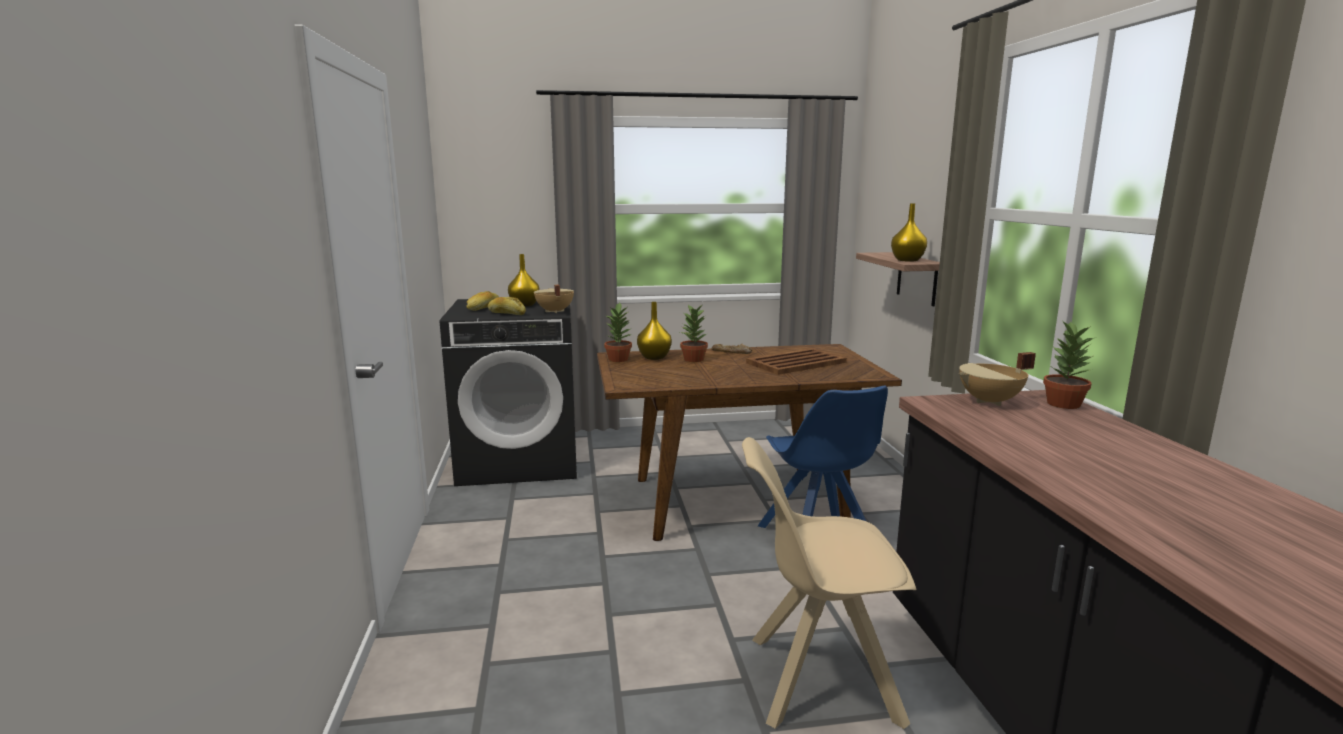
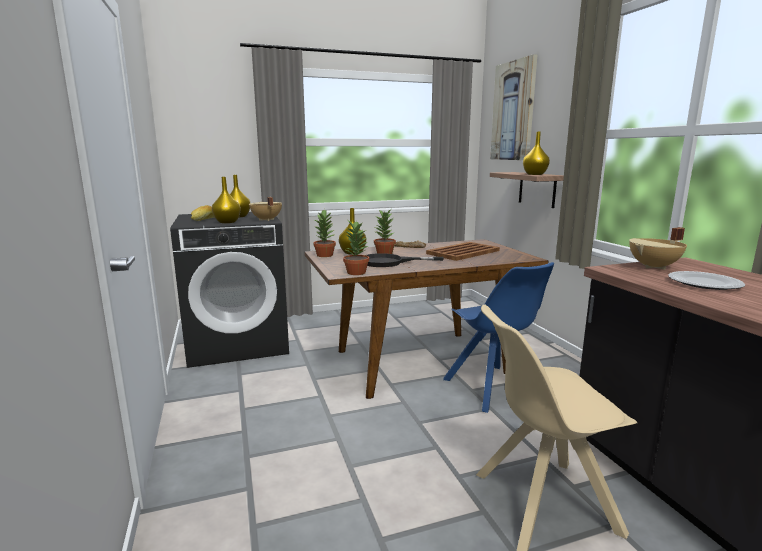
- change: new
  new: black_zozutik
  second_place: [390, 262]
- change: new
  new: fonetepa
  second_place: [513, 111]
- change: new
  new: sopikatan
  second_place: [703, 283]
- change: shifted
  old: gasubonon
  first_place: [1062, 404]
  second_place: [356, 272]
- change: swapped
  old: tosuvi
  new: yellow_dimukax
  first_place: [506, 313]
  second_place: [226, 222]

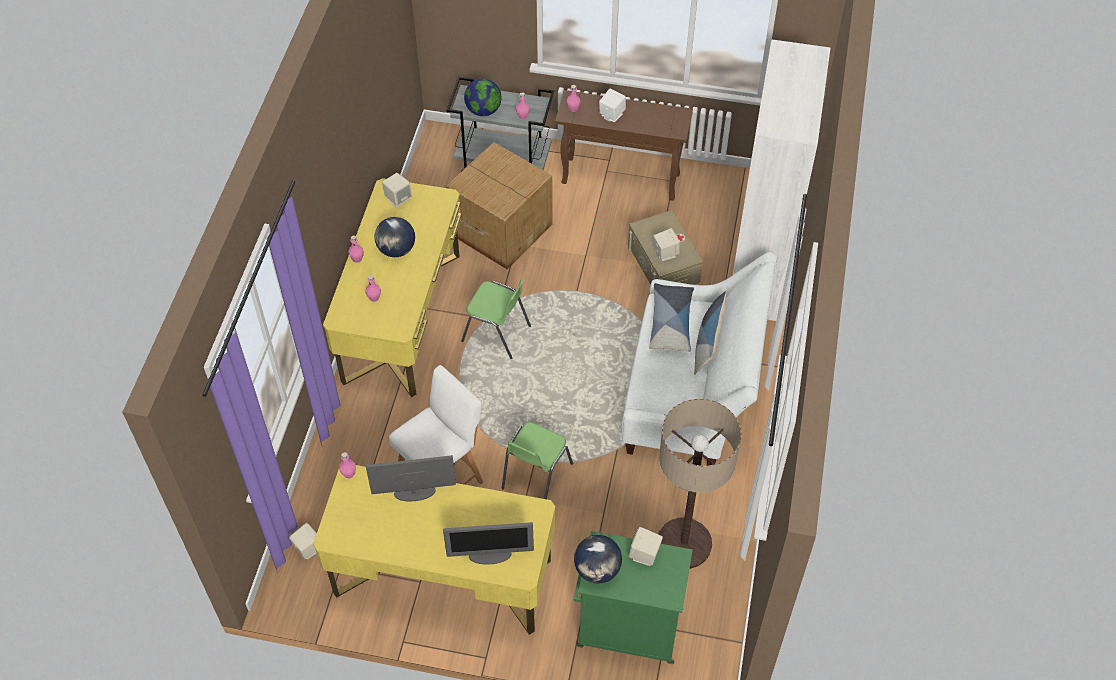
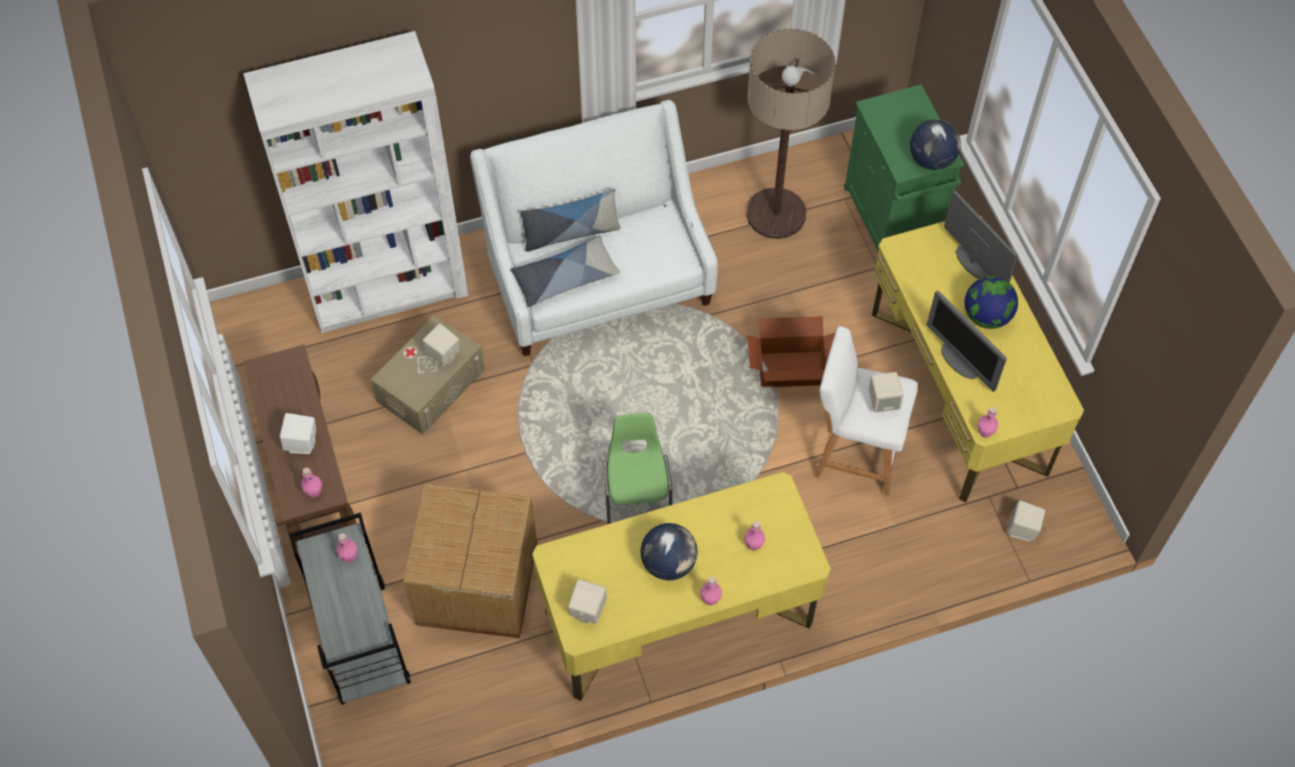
- change: shifted
  old: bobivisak
  first_place: [483, 110]
  second_place: [986, 316]
- change: shifted
  old: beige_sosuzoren
  first_place: [644, 555]
  second_place: [883, 402]
- change: swapped
  old: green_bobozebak
  new: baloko
  first_place: [535, 476]
  second_place: [791, 370]

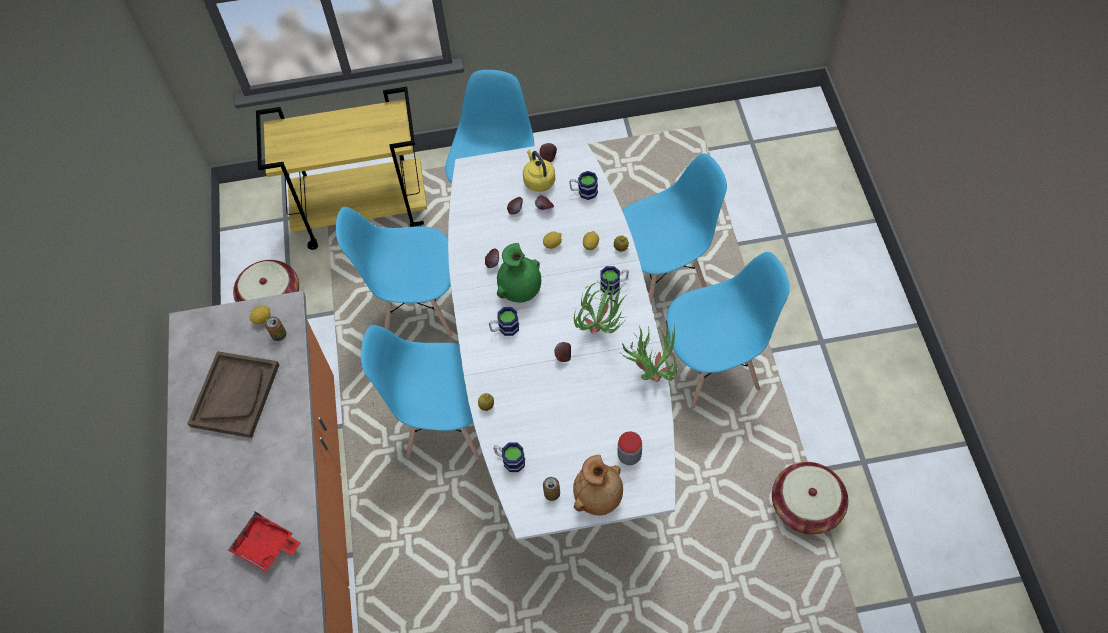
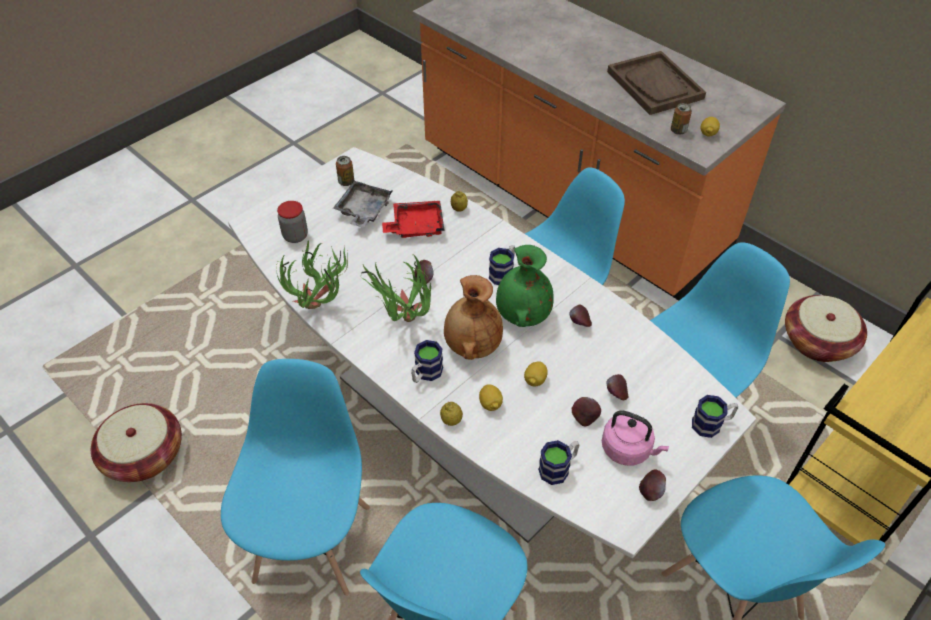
- change: new
  new: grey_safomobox
  second_place: [363, 210]
- change: shifted
  old: red_safomobox
  first_place: [266, 546]
  second_place: [416, 226]
- change: shifted
  old: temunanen
  first_place: [509, 460]
  second_place: [712, 424]
- change: shifted
  old: brown_dimukax
  first_place: [599, 498]
  second_place: [472, 345]
- change: repainted
  old: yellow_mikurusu
  new: pink_mikurusu
  first_place: [538, 180]
  second_place: [628, 449]
- change: rotated
  old: blue_bobozebak
  first_place: [714, 369]
  second_place: [313, 542]
  degrees: 150

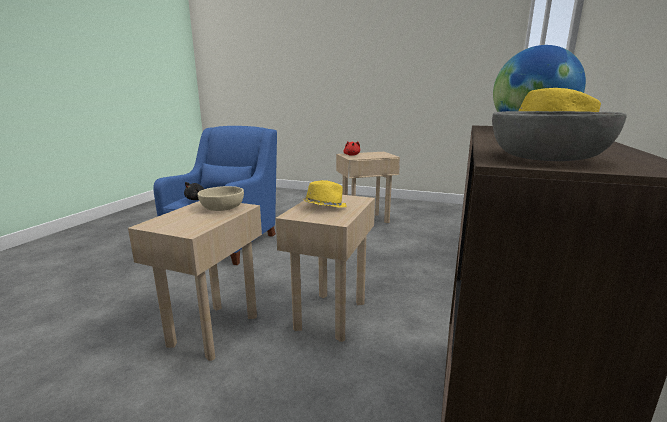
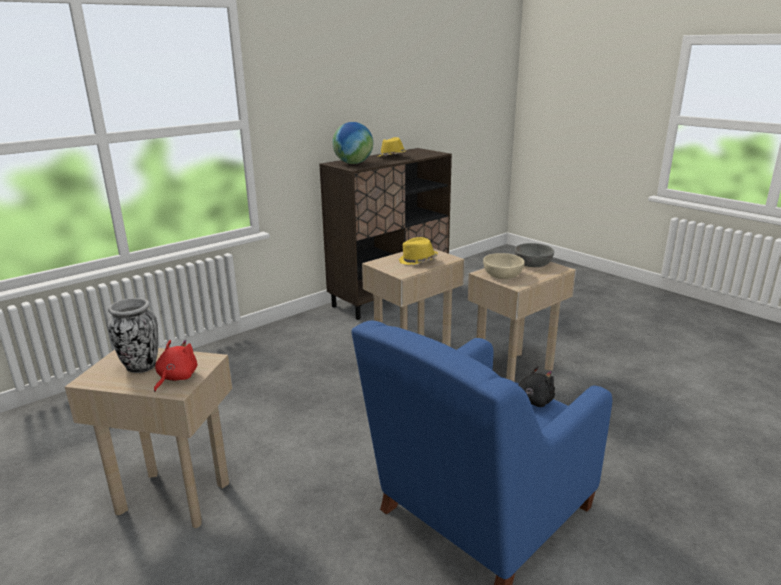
- change: new
  new: dimukax
  second_place: [141, 367]
- change: shifted
  old: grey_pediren
  first_place: [545, 158]
  second_place: [533, 264]

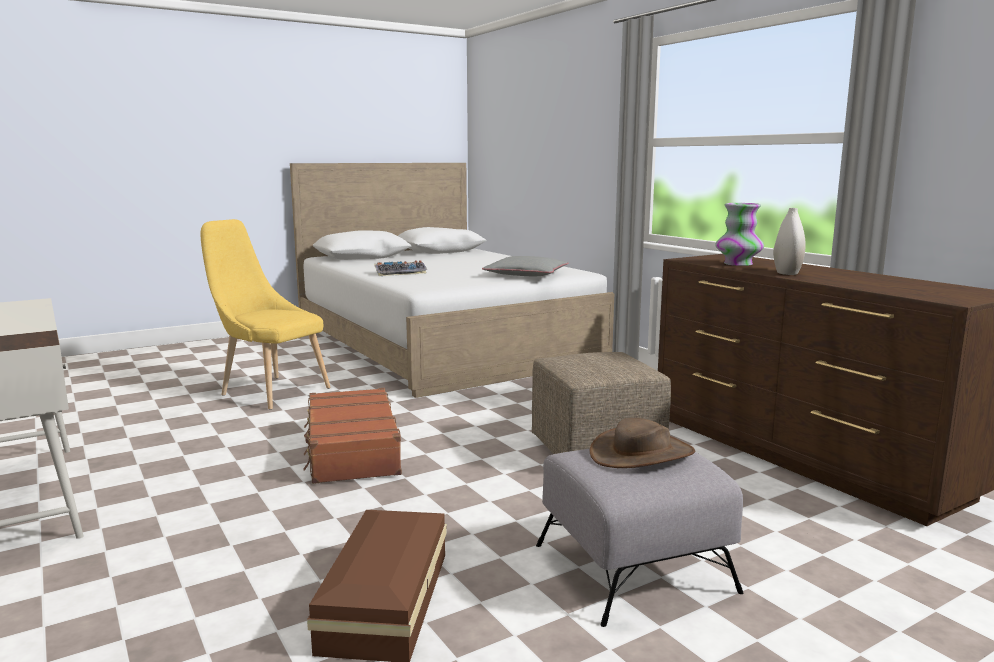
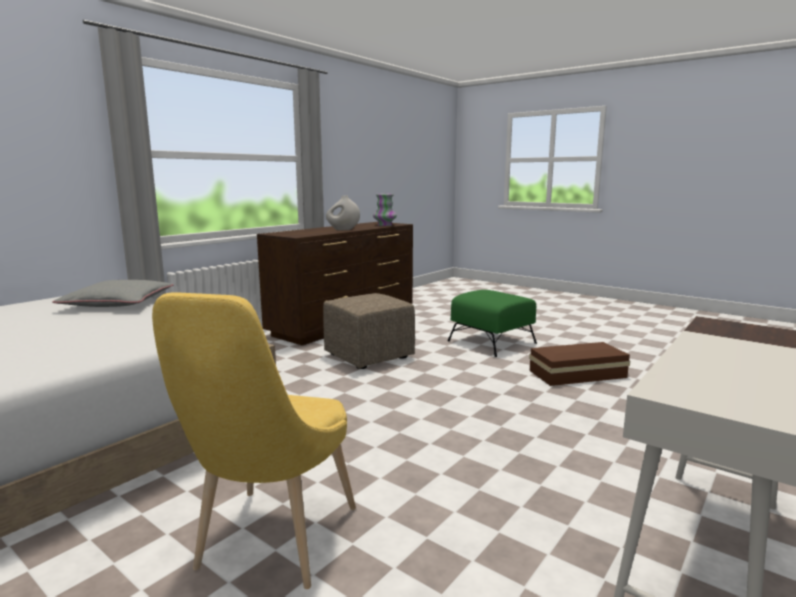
- change: gone
  old: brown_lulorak
  first_place: [351, 450]
- change: gone
  old: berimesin
  first_place: [401, 273]
- change: gone
  old: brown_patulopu
  first_place: [642, 454]
- change: shifted
  old: dimukax
  first_place: [738, 264]
  second_place: [384, 225]
- change: repainted
  old: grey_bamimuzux
  new: green_bamimuzux
  first_place: [632, 567]
  second_place: [492, 342]

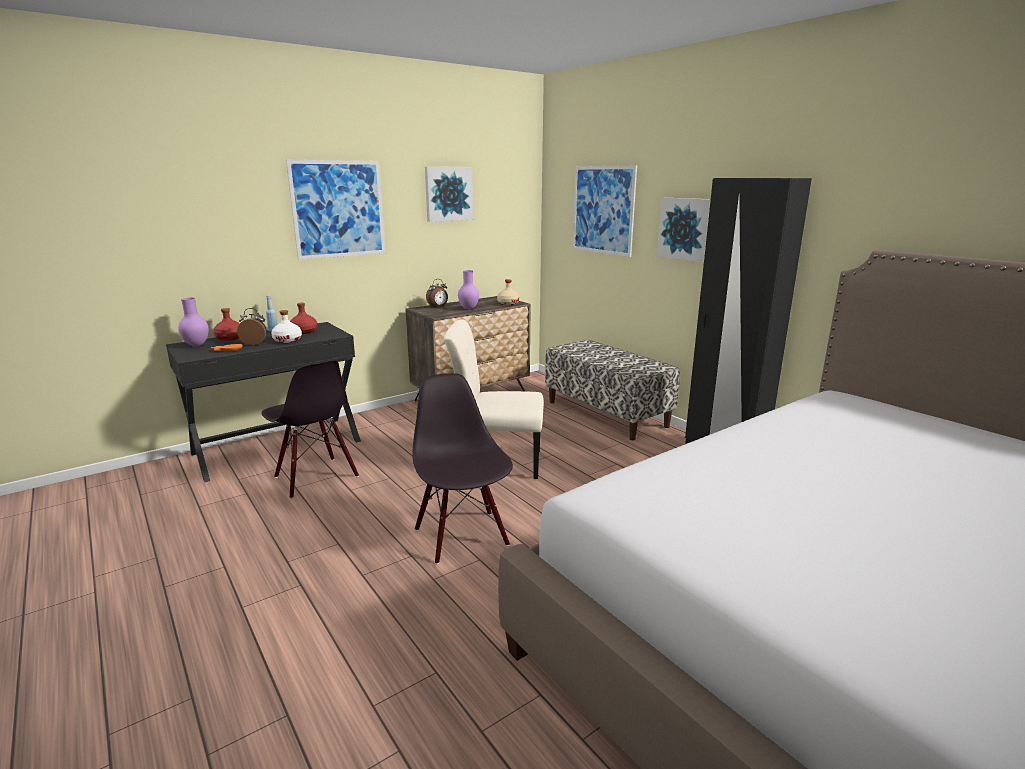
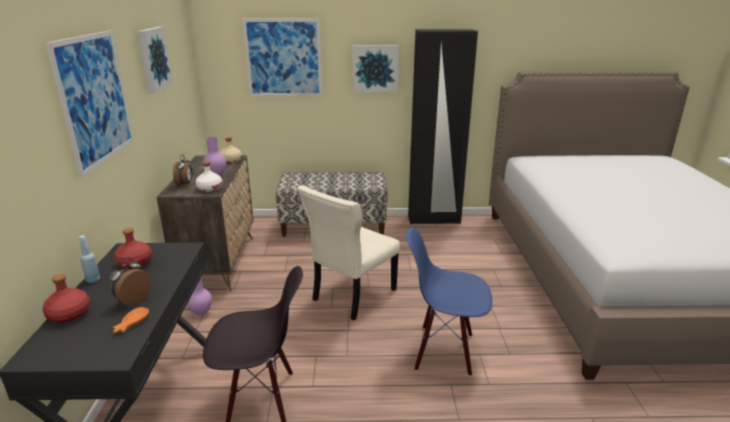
- change: shifted
  old: purple_dimukax
  first_place: [196, 345]
  second_place: [201, 312]
- change: shifted
  old: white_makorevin
  first_place: [287, 340]
  second_place: [209, 188]
- change: repainted
  old: black_bobozebak
  new: blue_bobozebak
  first_place: [462, 536]
  second_place: [444, 351]

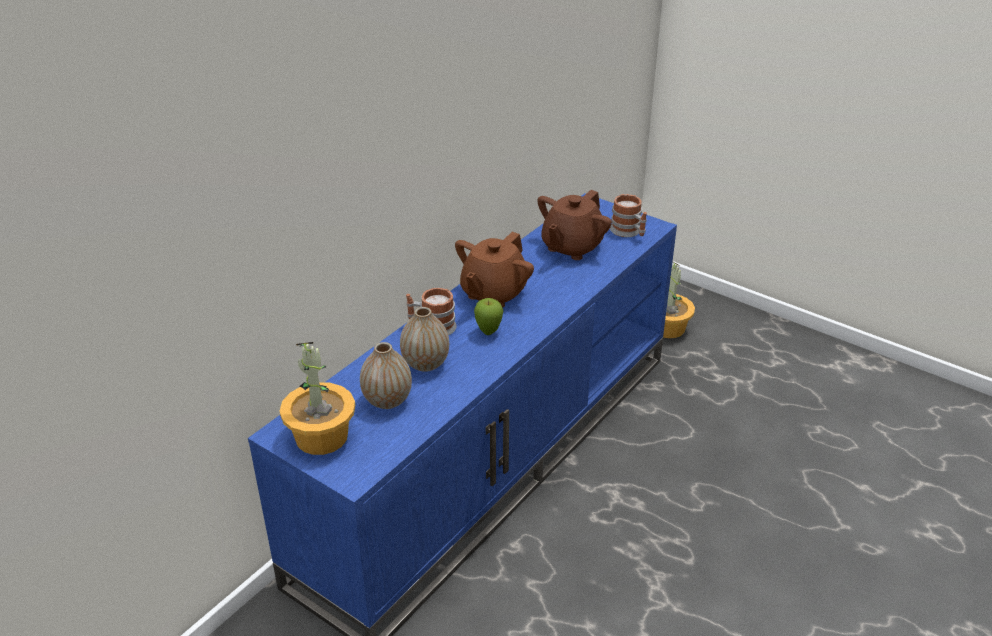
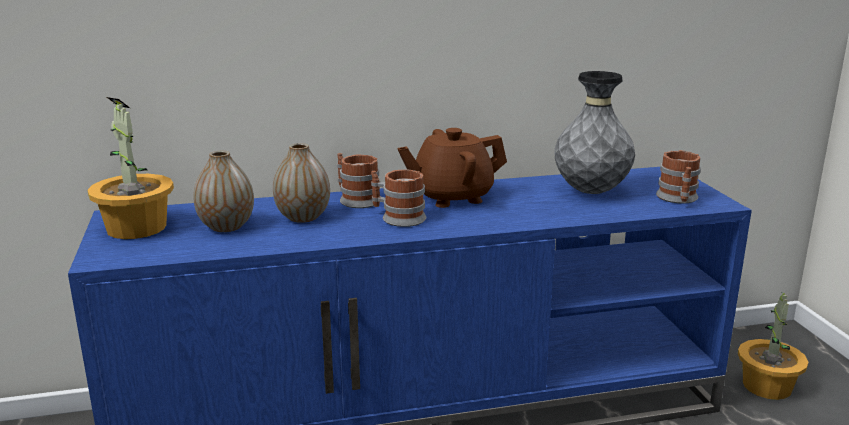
- change: swapped
  old: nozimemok
  new: temunanen
  first_place: [488, 332]
  second_place: [397, 217]
- change: swapped
  old: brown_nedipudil
  new: grey_dimukax
  first_place: [571, 247]
  second_place: [591, 192]

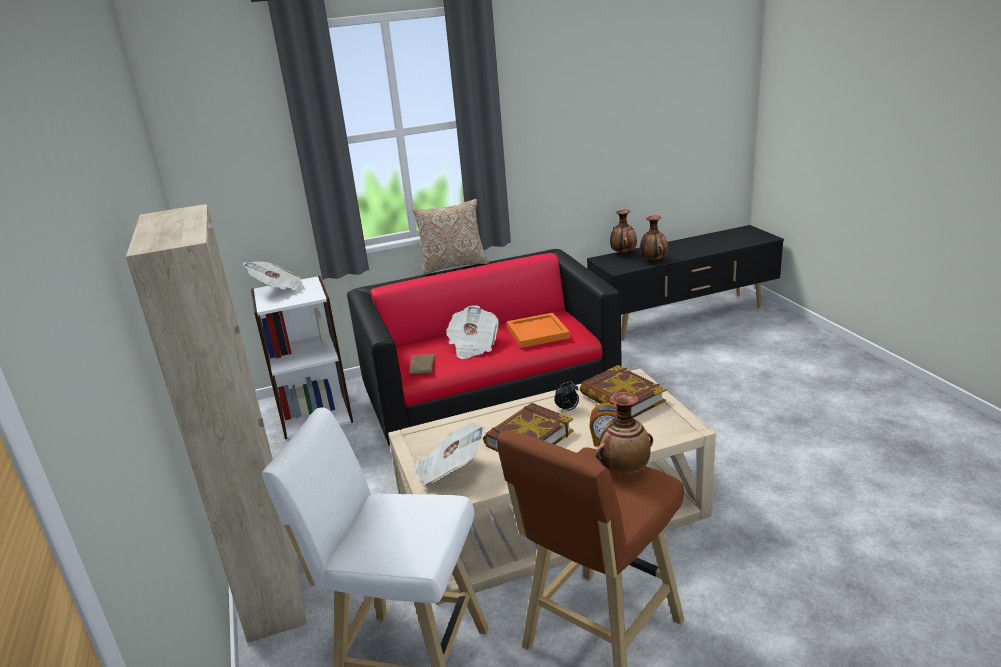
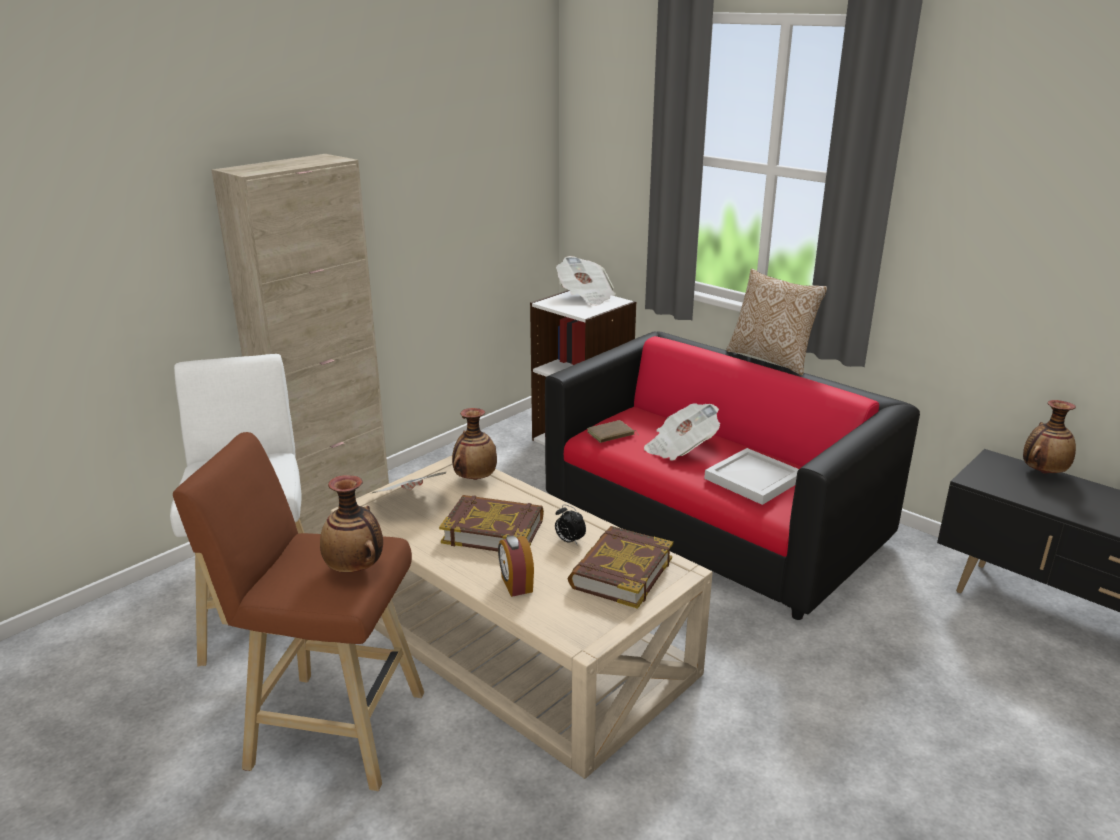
- change: shifted
  old: dimukax
  first_place: [653, 261]
  second_place: [475, 478]
- change: repainted
  old: orange_safomobox
  new: white_safomobox
  first_place: [536, 332]
  second_place: [753, 478]

